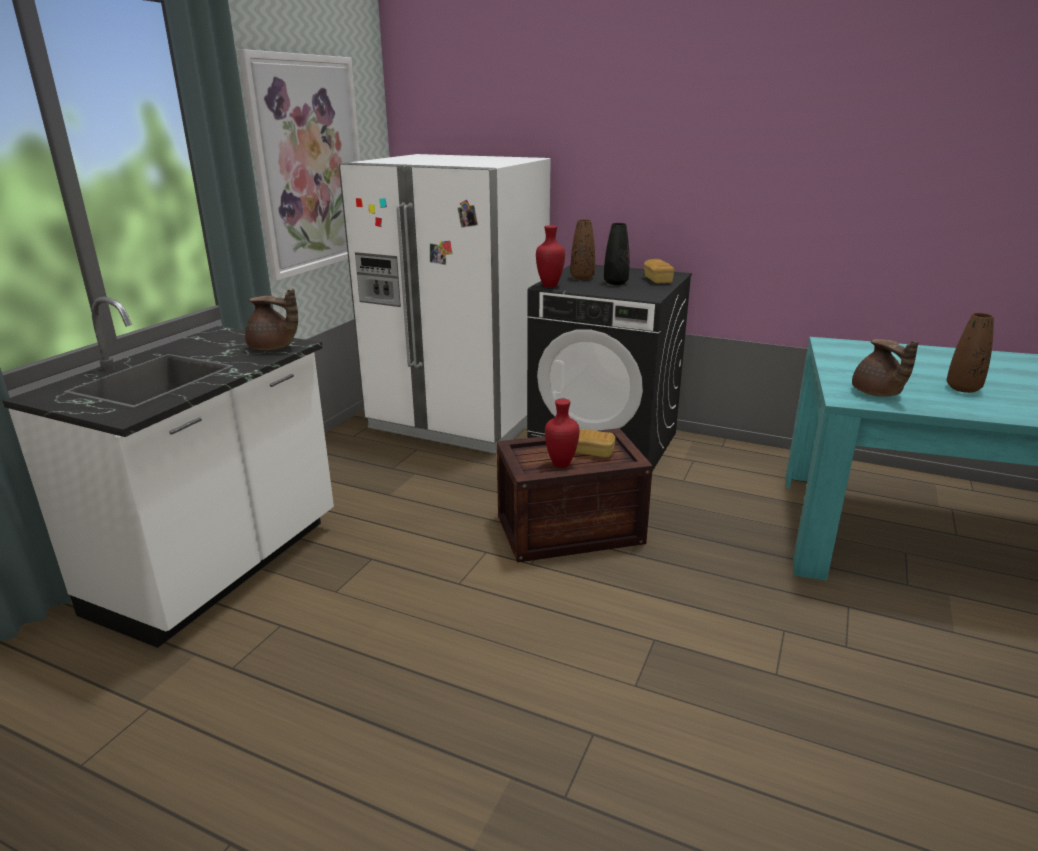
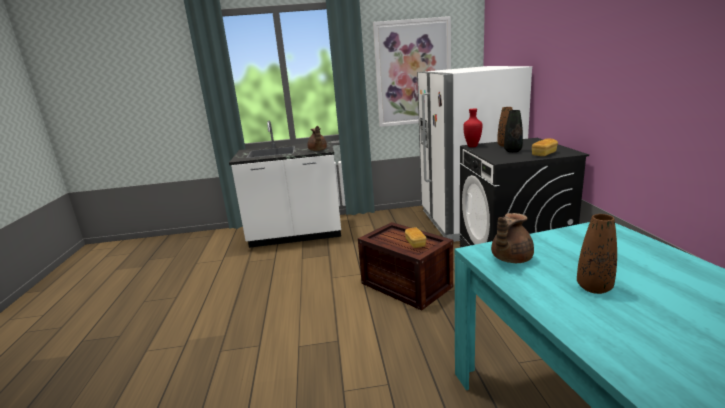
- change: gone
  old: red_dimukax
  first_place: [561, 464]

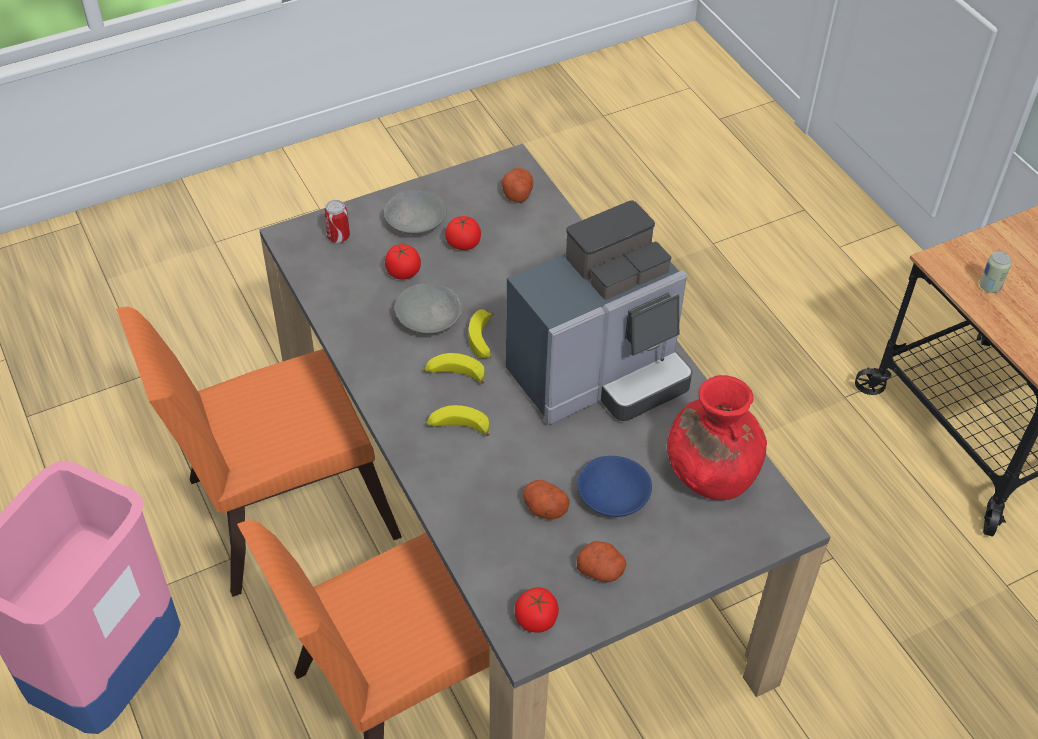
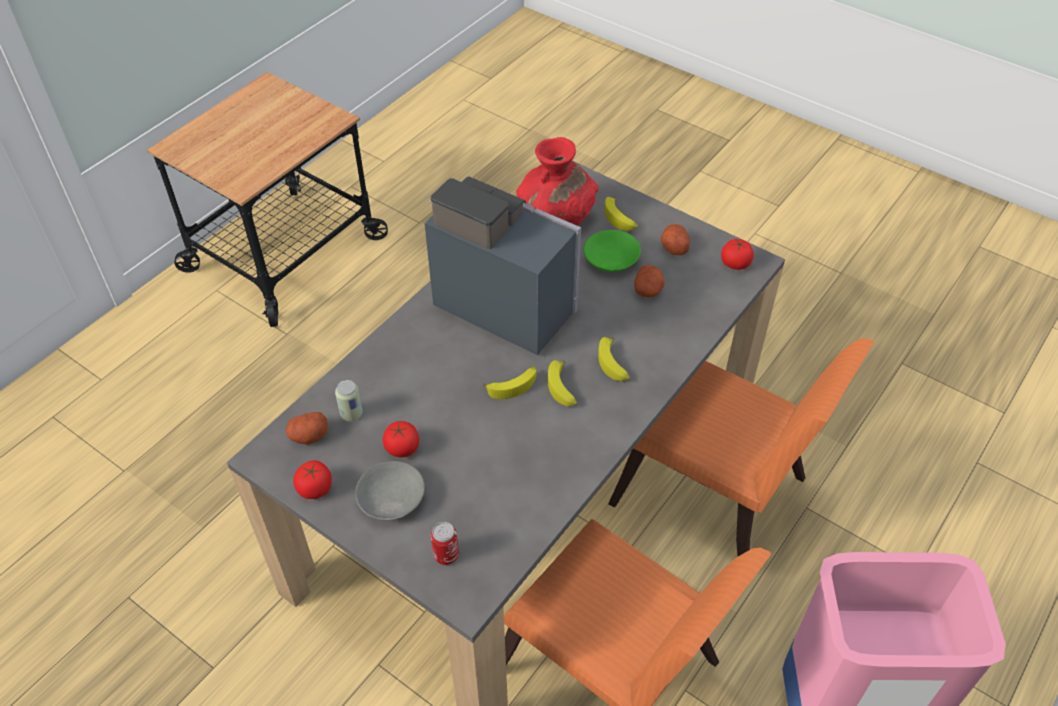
- change: gone
  old: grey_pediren
  first_place: [429, 319]
- change: new
  new: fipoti
  second_place: [620, 219]
- change: shifted
  old: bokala
  first_place: [403, 272]
  second_place: [315, 488]
- change: shifted
  old: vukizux
  first_place: [989, 286]
  second_place: [351, 413]
- change: repainted
  old: blue_pediren
  new: green_pediren
  first_place: [612, 495]
  second_place: [610, 260]

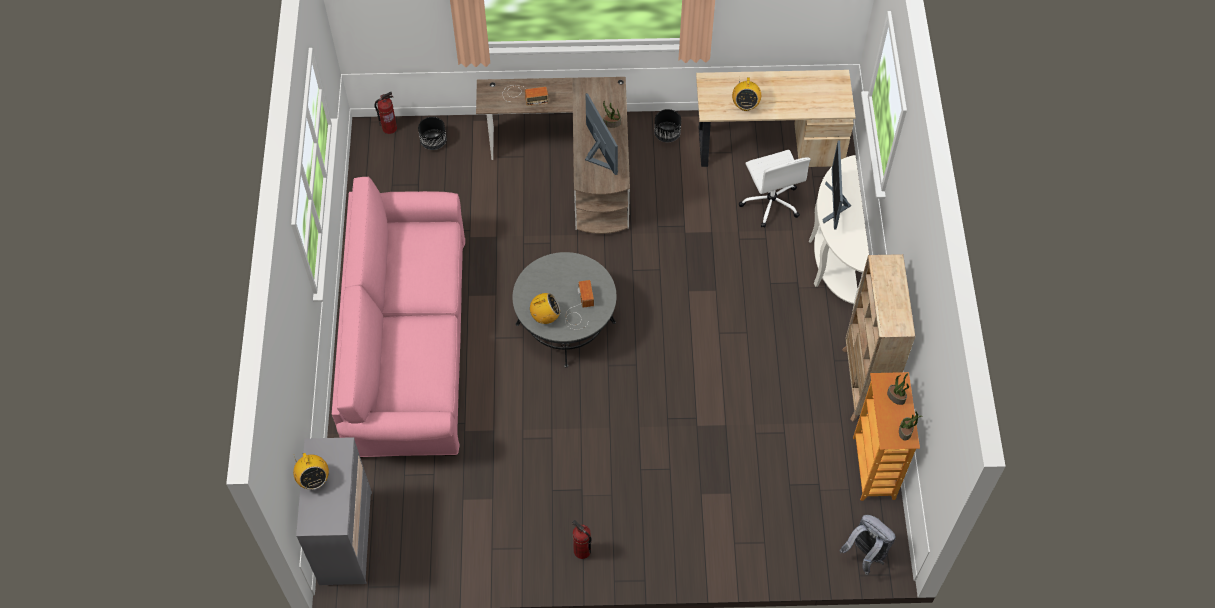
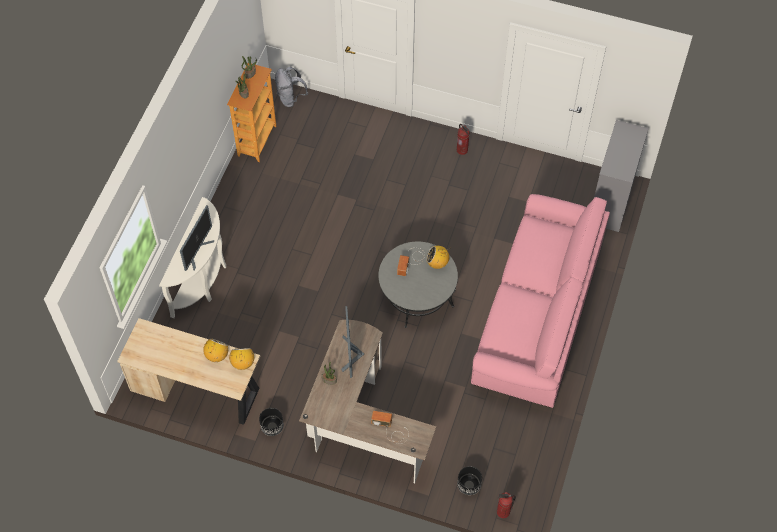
- change: gone
  old: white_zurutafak
  first_place: [770, 202]
- change: gone
  old: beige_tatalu
  first_place: [863, 384]
- change: shifted
  old: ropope
  first_place: [314, 479]
  second_place: [243, 363]

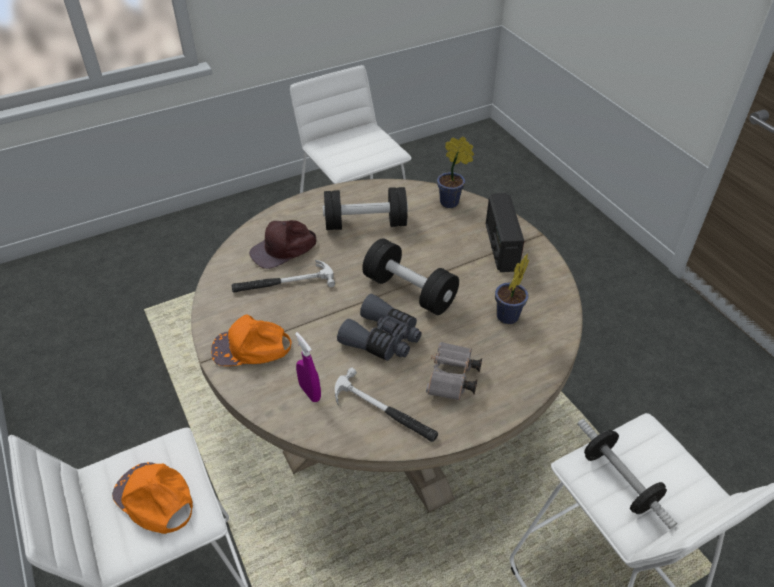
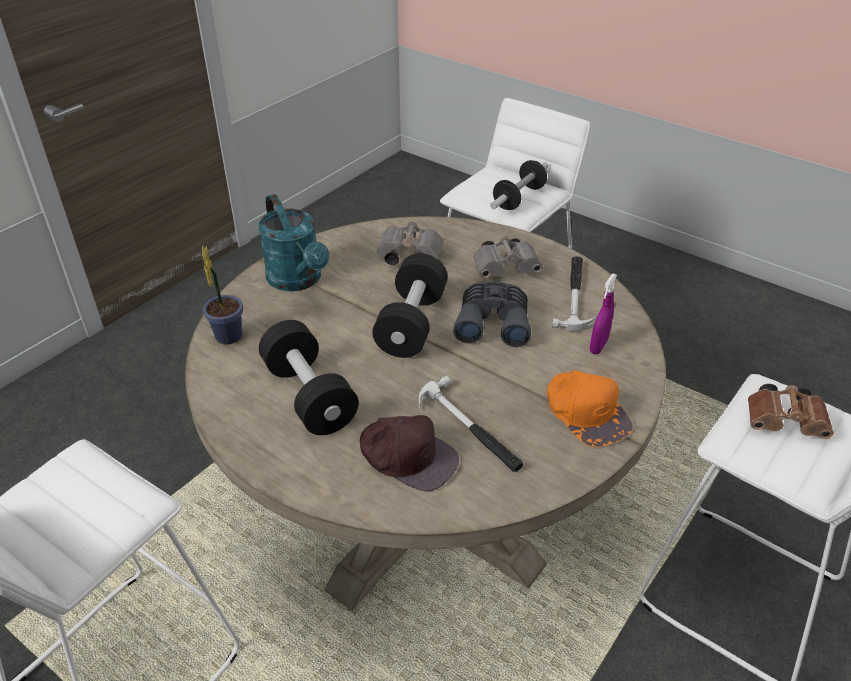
- change: swapped
  old: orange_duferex
  new: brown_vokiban
  first_place: [154, 499]
  second_place: [787, 423]
- change: swapped
  old: ropope
  new: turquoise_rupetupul
  first_place: [500, 247]
  second_place: [298, 280]
- change: swapped
  old: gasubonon
  new: grey_vokiban
  first_place: [506, 318]
  second_place: [407, 256]

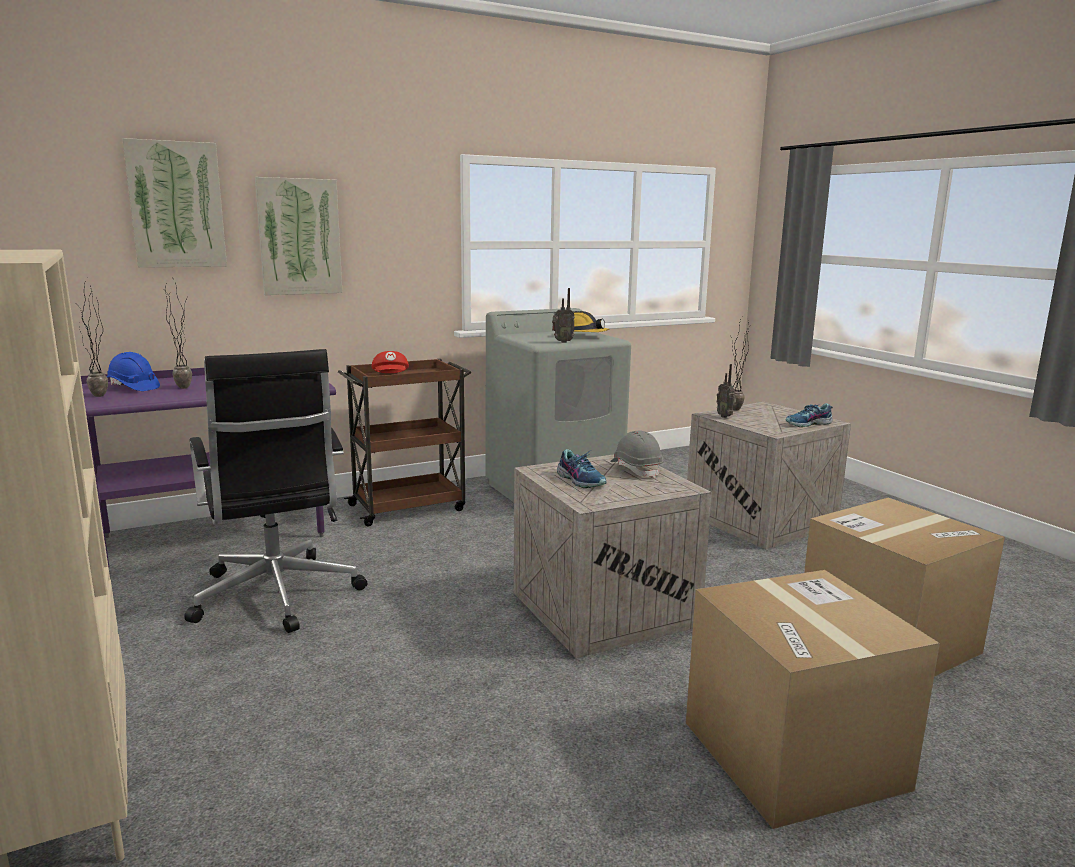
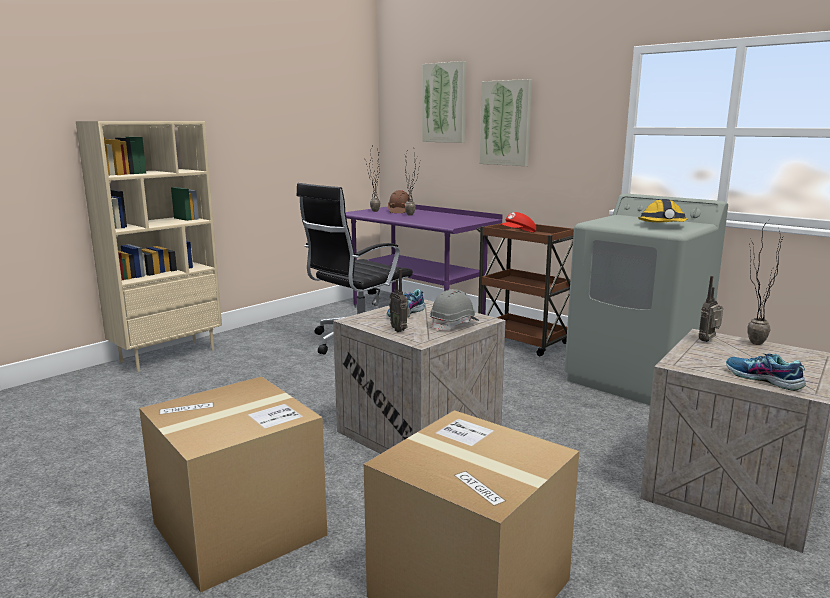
- change: shifted
  old: ropope
  first_place: [562, 342]
  second_place: [400, 330]
- change: repainted
  old: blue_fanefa
  new: brown_fanefa
  first_place: [133, 387]
  second_place: [399, 211]

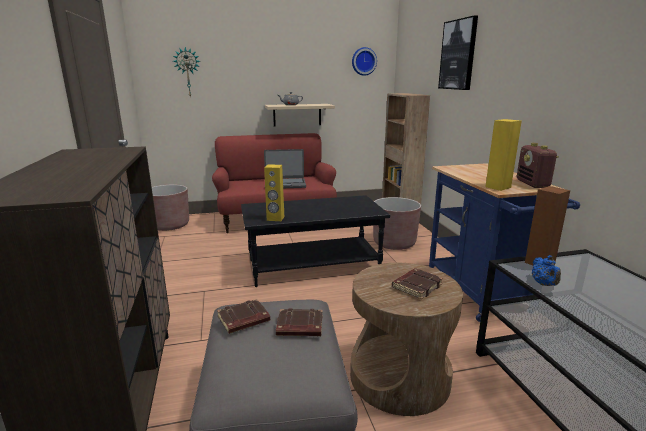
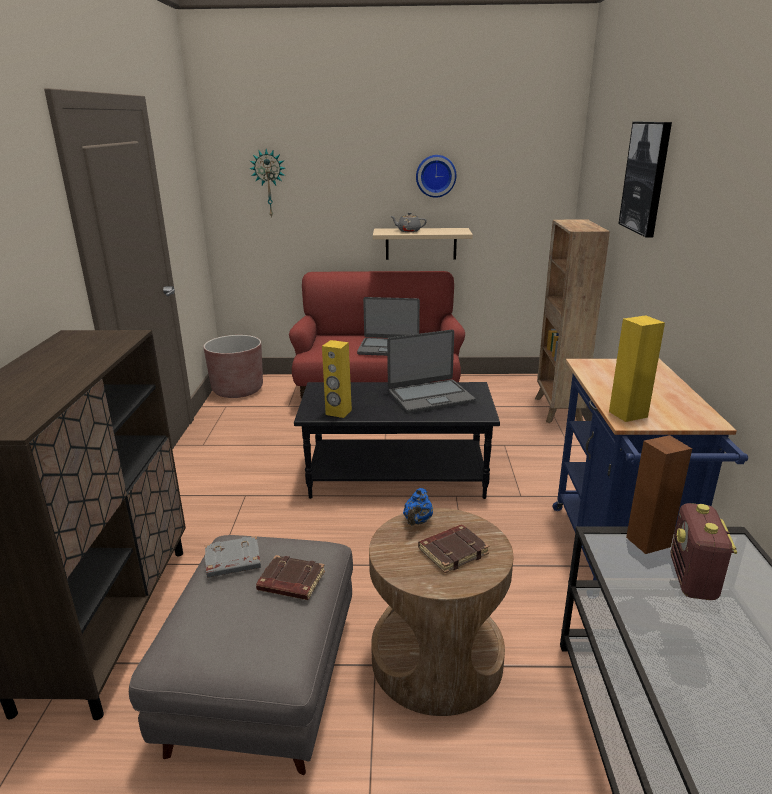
- change: gone
  old: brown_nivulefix
  first_place: [394, 243]
- change: new
  new: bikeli
  second_place: [430, 397]
- change: shifted
  old: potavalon
  first_place: [363, 61]
  second_place: [435, 176]
- change: shifted
  old: ropope
  first_place: [533, 184]
  second_place: [693, 579]
- change: shifted
  old: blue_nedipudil
  first_place: [544, 284]
  second_place: [417, 521]
- change: repainted
  old: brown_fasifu
  new: grey_fasifu
  first_place: [243, 320]
  second_place: [232, 562]

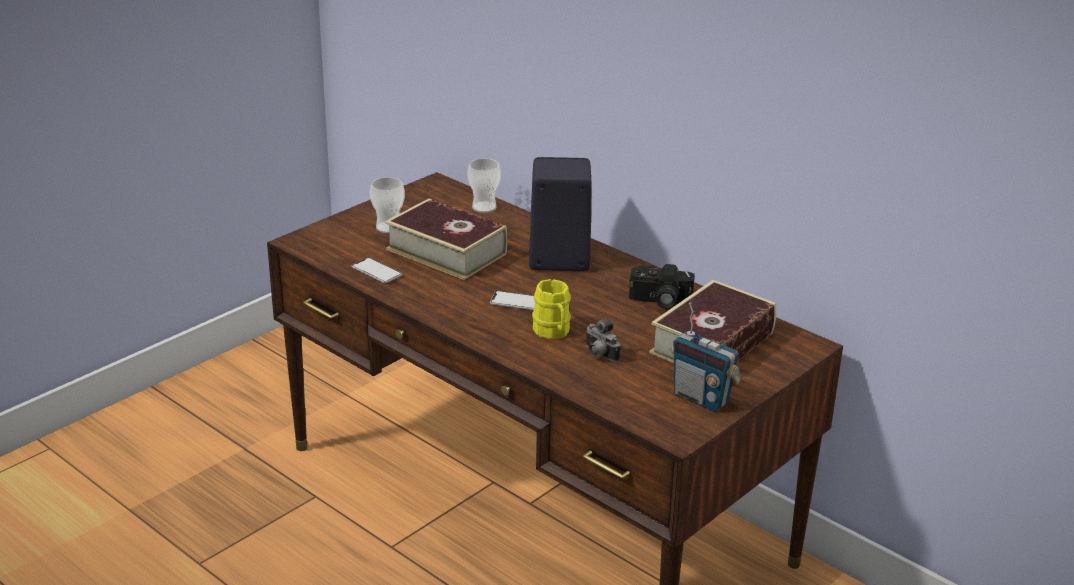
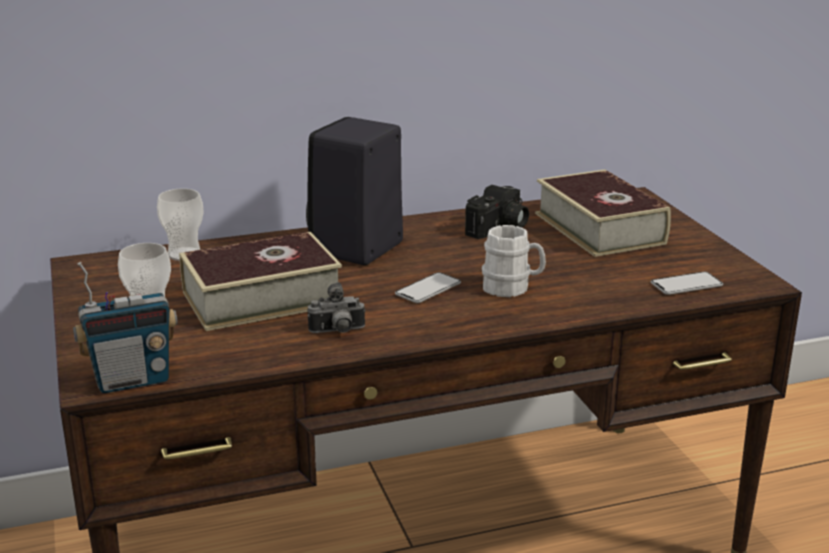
- change: shifted
  old: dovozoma
  first_place: [376, 271]
  second_place: [686, 285]
- change: shifted
  old: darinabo
  first_place: [599, 355]
  second_place: [337, 332]
- change: shifted
  old: ropope
  first_place: [701, 398]
  second_place: [132, 380]
- change: repainted
  old: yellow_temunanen
  new: white_temunanen
  first_place: [553, 332]
  second_place: [512, 288]

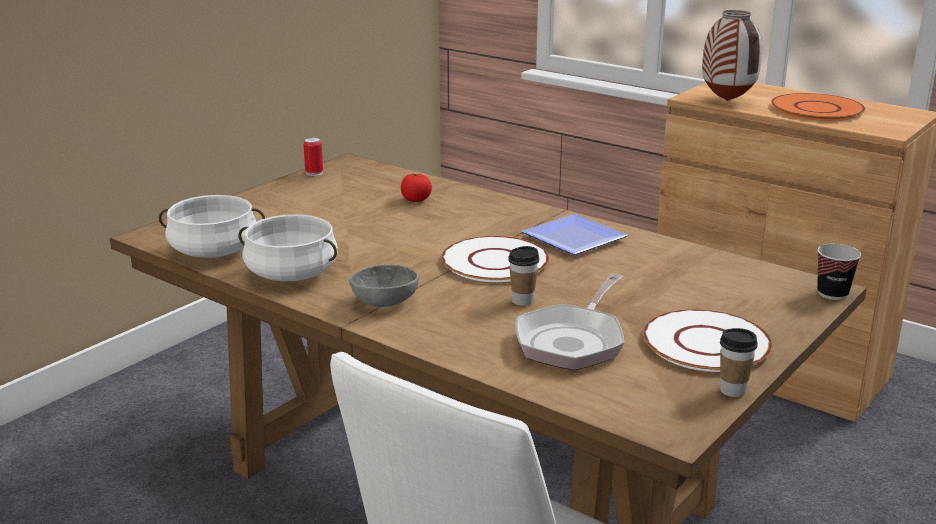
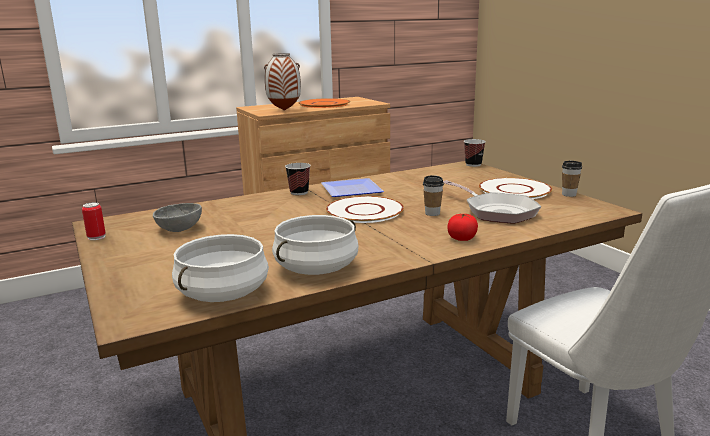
- change: new
  new: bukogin
  second_place: [299, 192]
- change: shifted
  old: grey_pediren
  first_place: [383, 301]
  second_place: [178, 229]
- change: shifted
  old: bokala
  first_place: [416, 199]
  second_place: [462, 238]

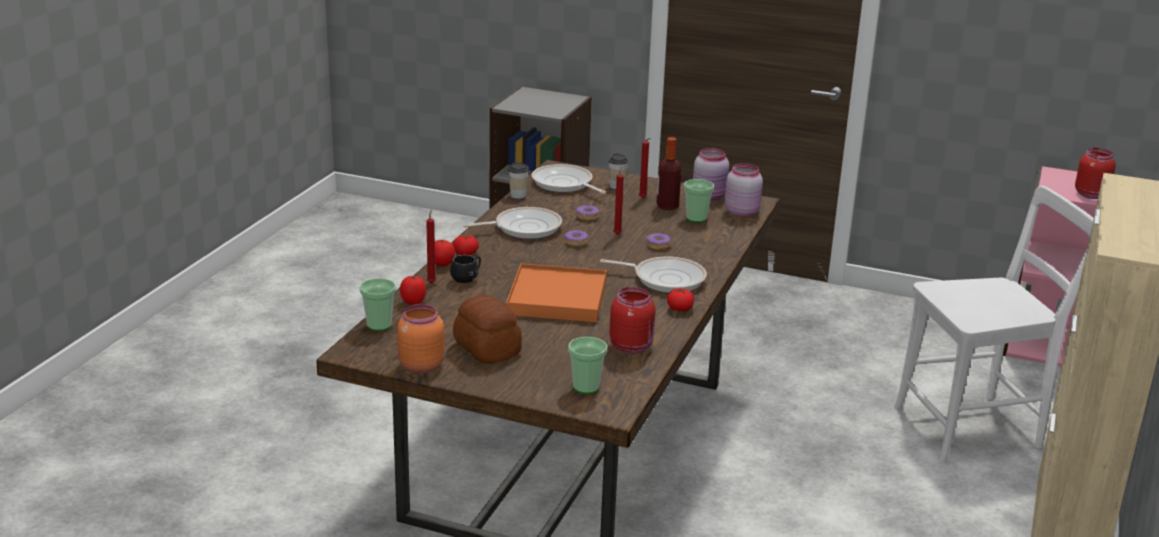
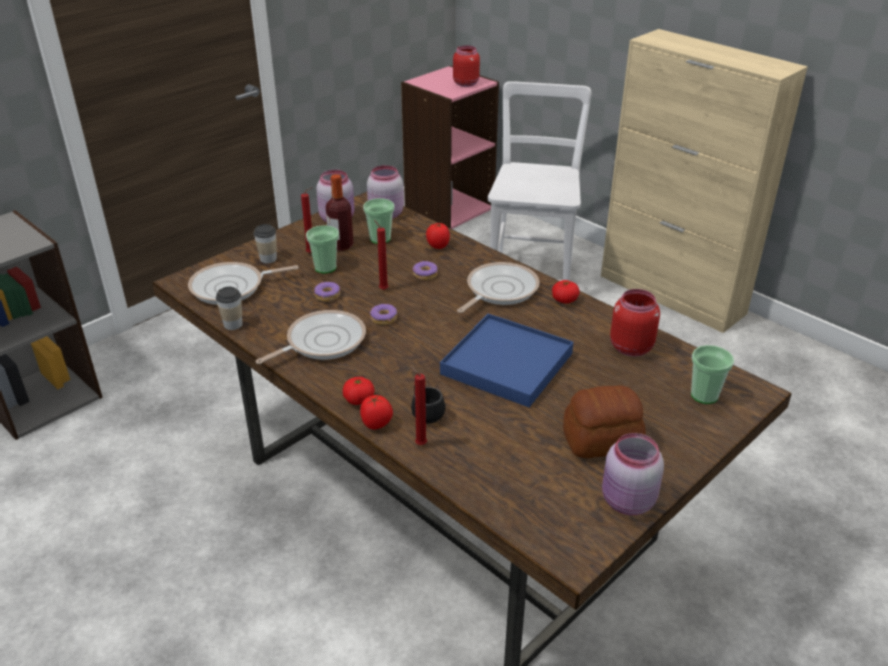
- change: shifted
  old: bukogin
  first_place: [379, 325]
  second_place: [325, 267]
- change: shifted
  old: bokala
  first_place: [413, 301]
  second_place: [438, 246]
- change: repainted
  old: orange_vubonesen
  new: pink_vubonesen
  first_place: [420, 366]
  second_place: [627, 502]
- change: repainted
  old: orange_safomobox
  new: blue_safomobox
  first_place: [557, 298]
  second_place: [507, 364]
- change: rotated
  old: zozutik
  first_place: [524, 228]
  second_place: [321, 342]
  degrees: 45

